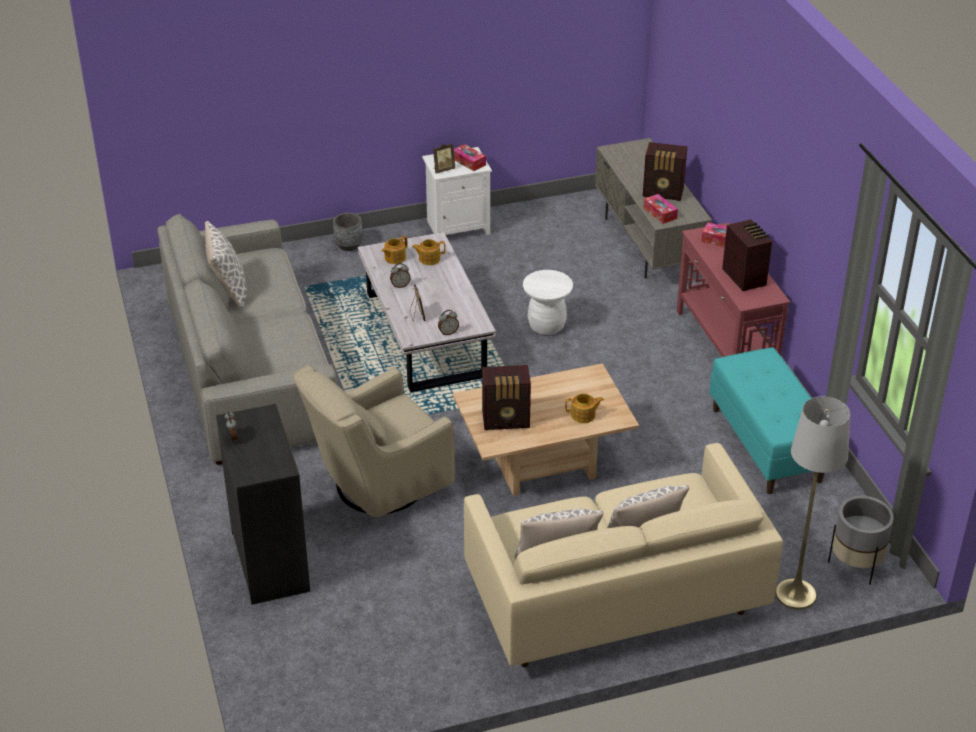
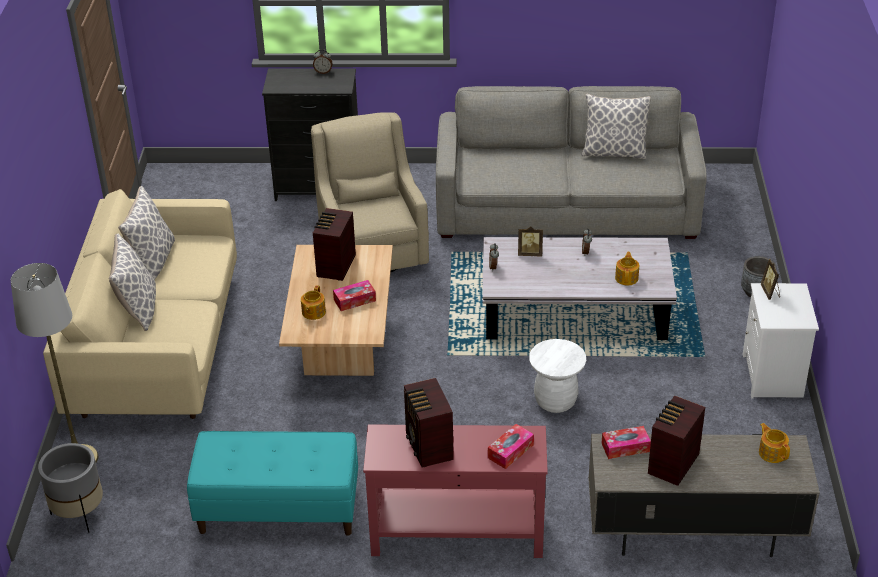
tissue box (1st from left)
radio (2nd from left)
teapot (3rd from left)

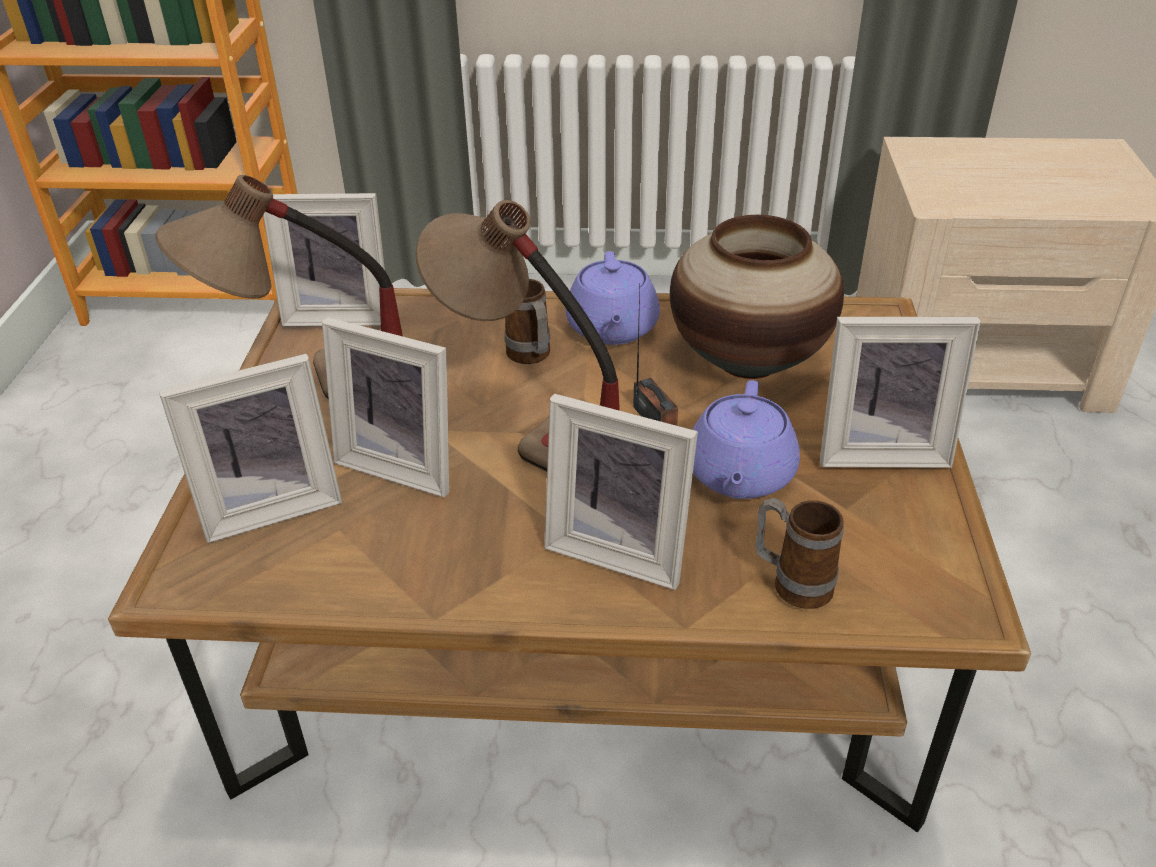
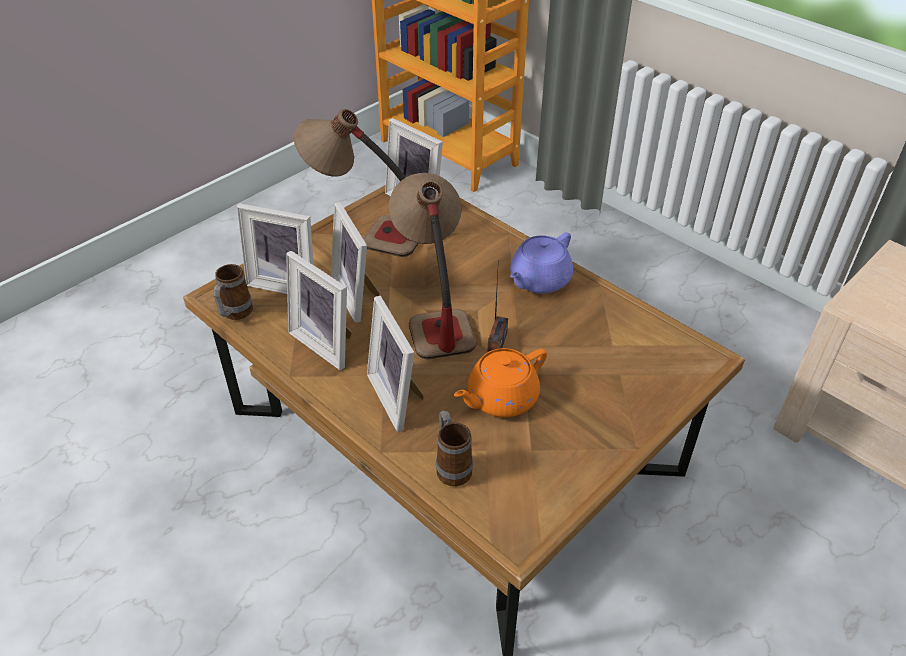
mug (1st from left)
picture frame (2nd from left)
orange teapot
vase

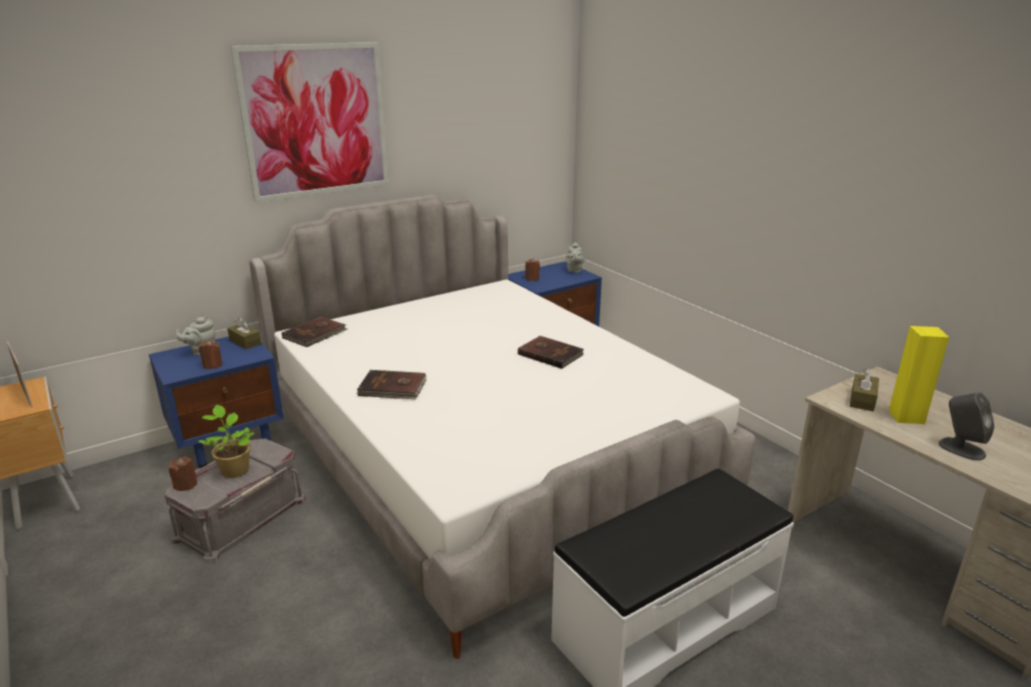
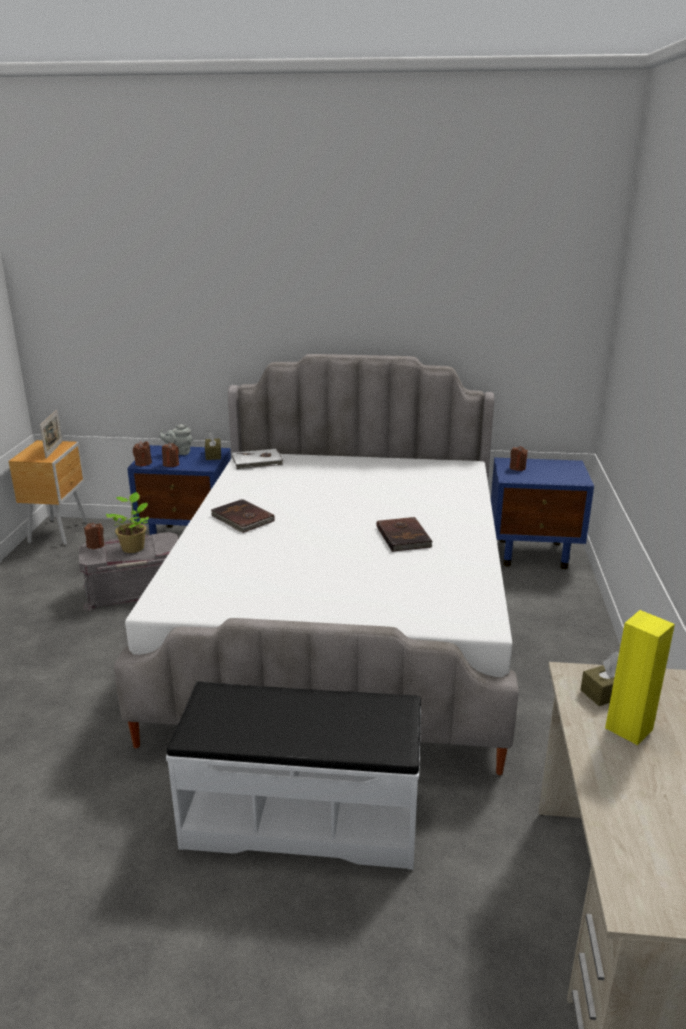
brown candle (2nd from left)
white book
picture
grey teapot (2nd from left in the first image)
grey speaker

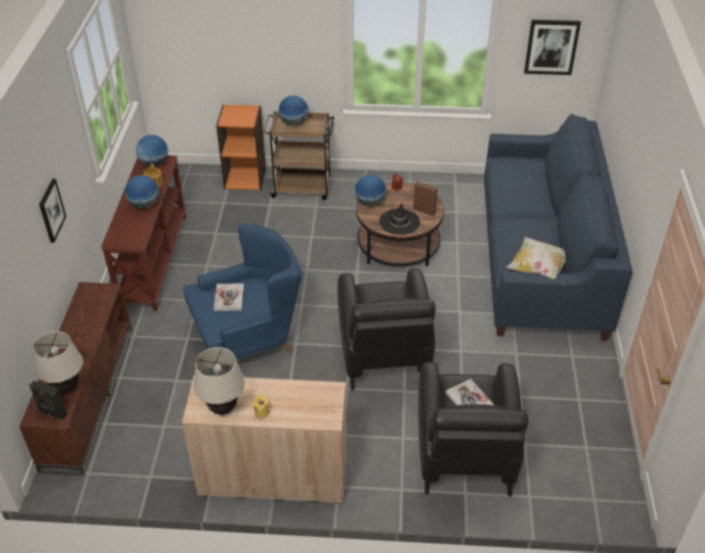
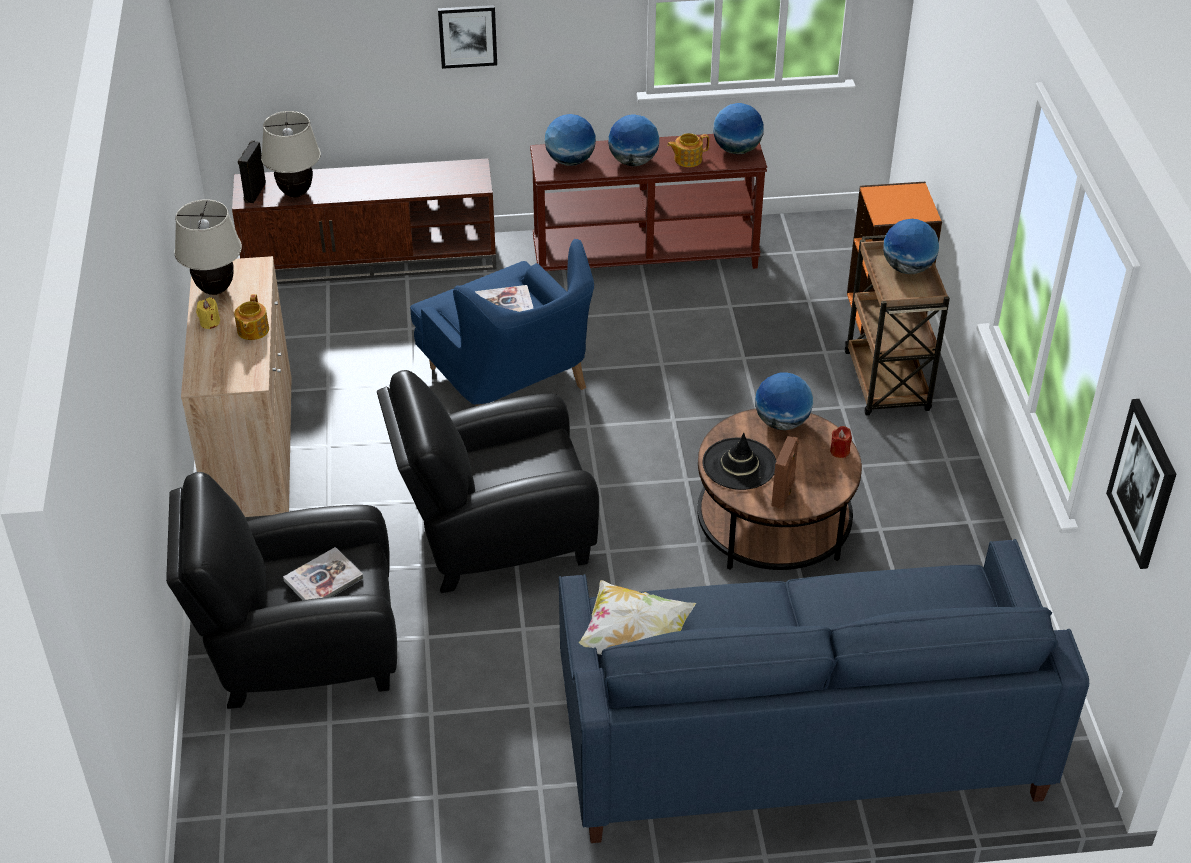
teapot (1st from left)
globe (1st from left)

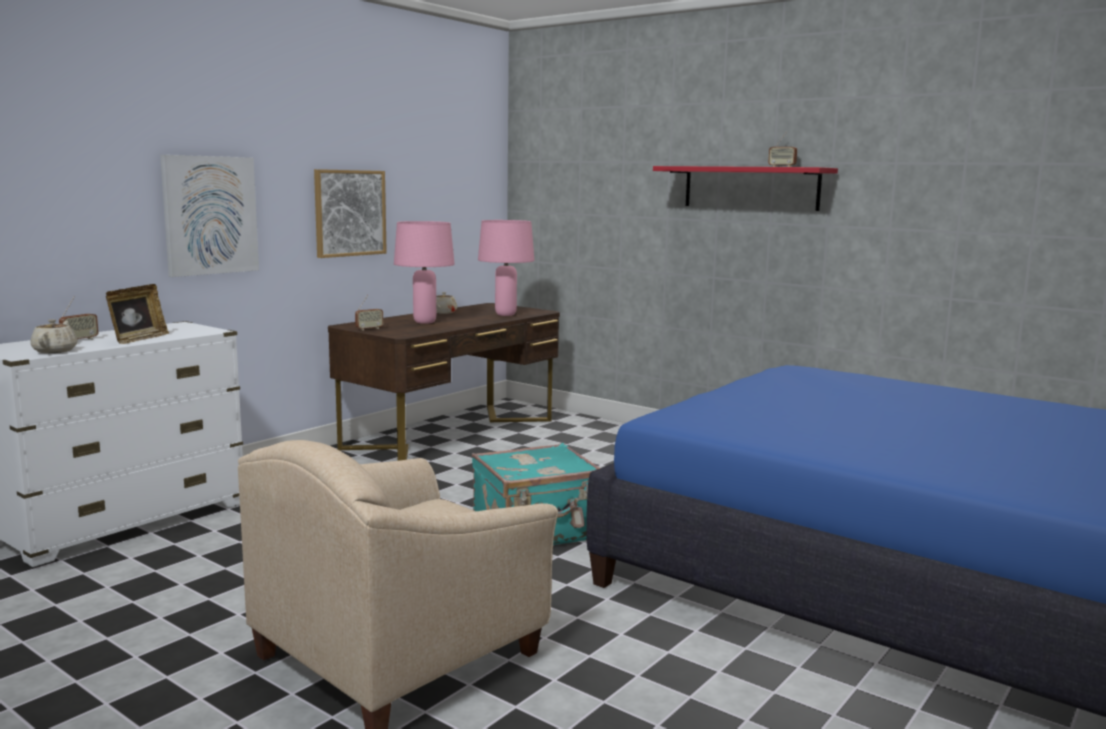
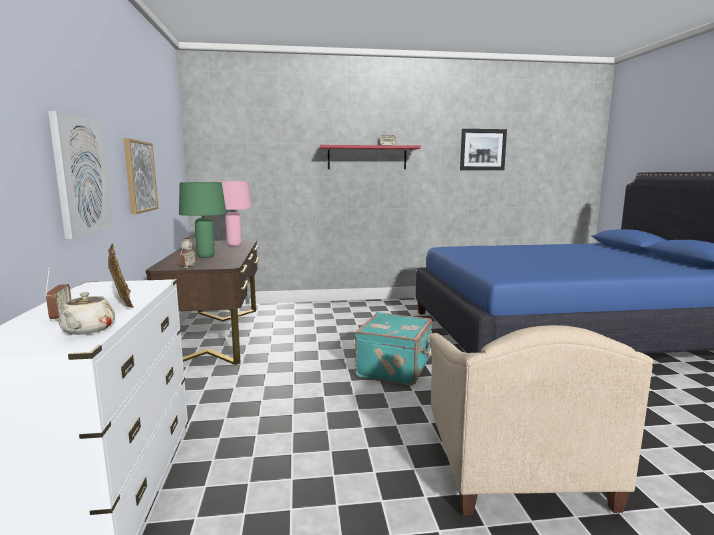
beige teapot (1st from left)
green table lamp
picture (3rd from left)

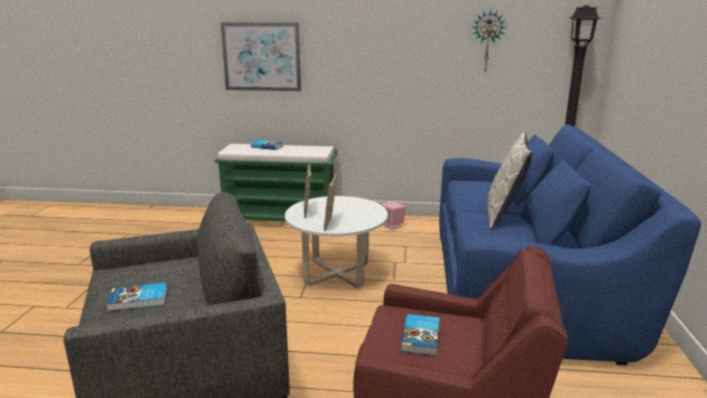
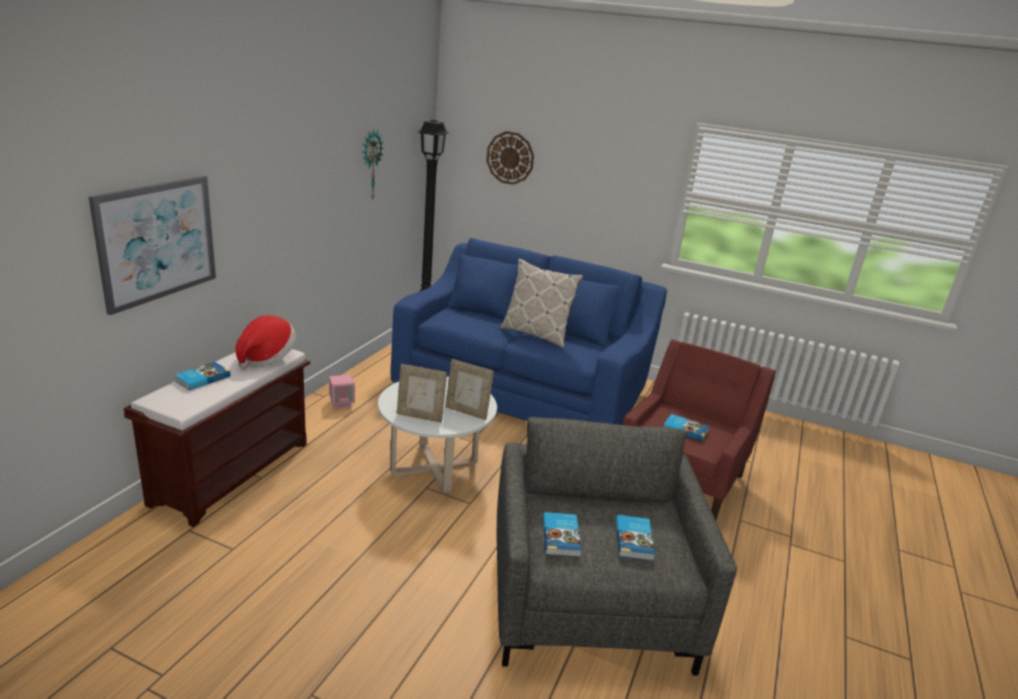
brown bench
hat
wall clock (2nd from left)
book (2nd from left)

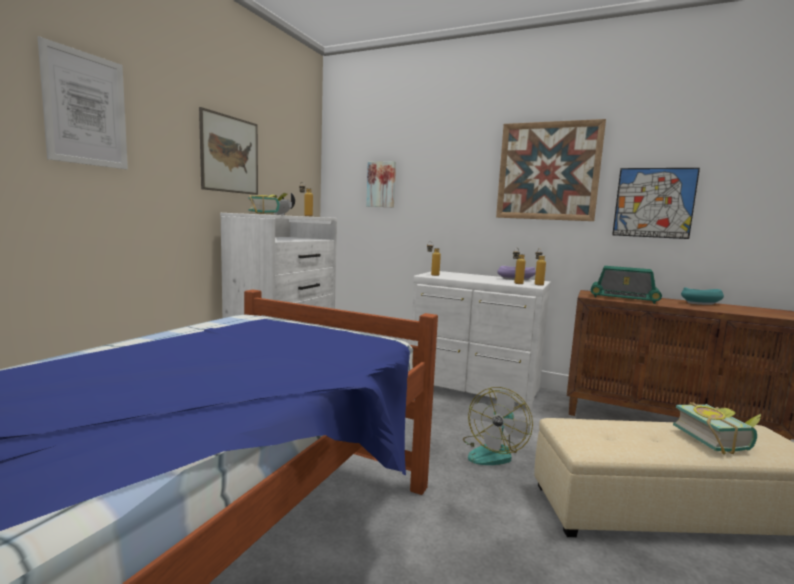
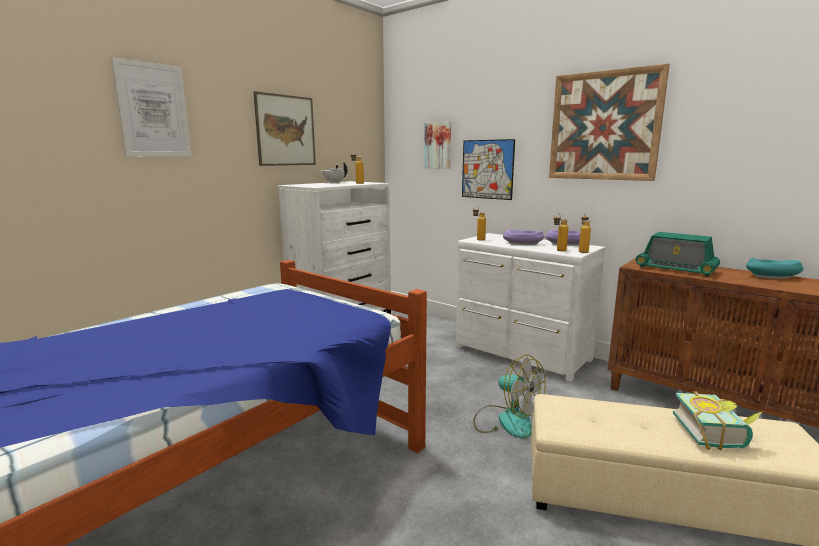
picture (4th from left)
fan
purple bowl (1st from left)
book (1st from left in the first image)

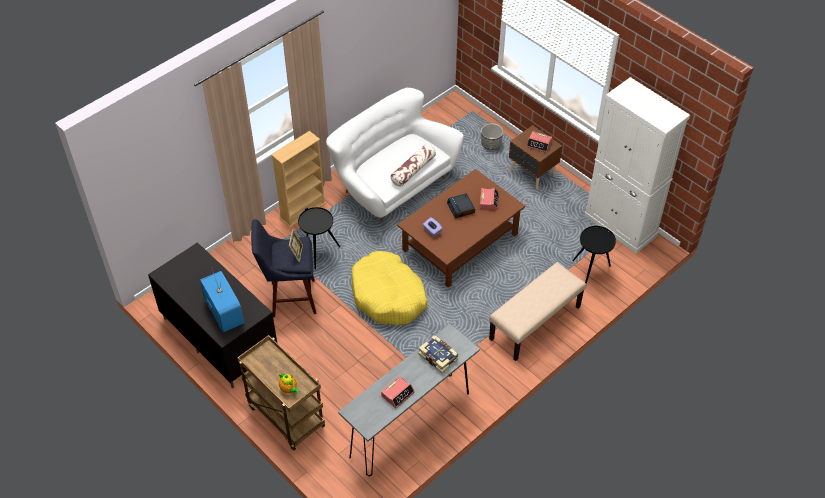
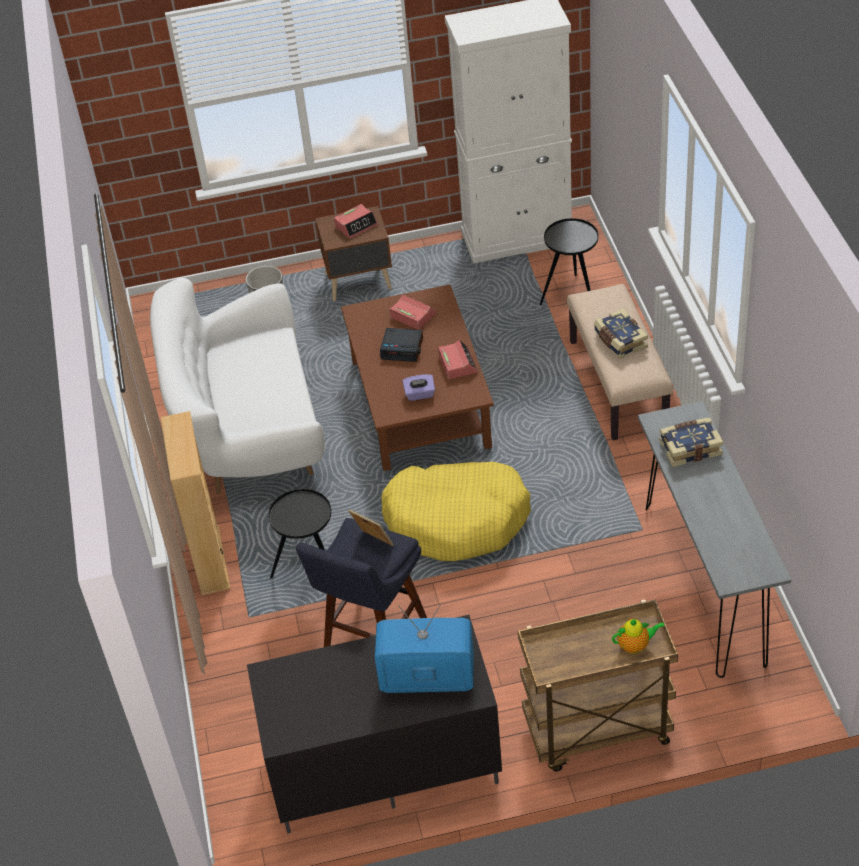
alarm clock (4th from left)
book (1st from left)
pillow

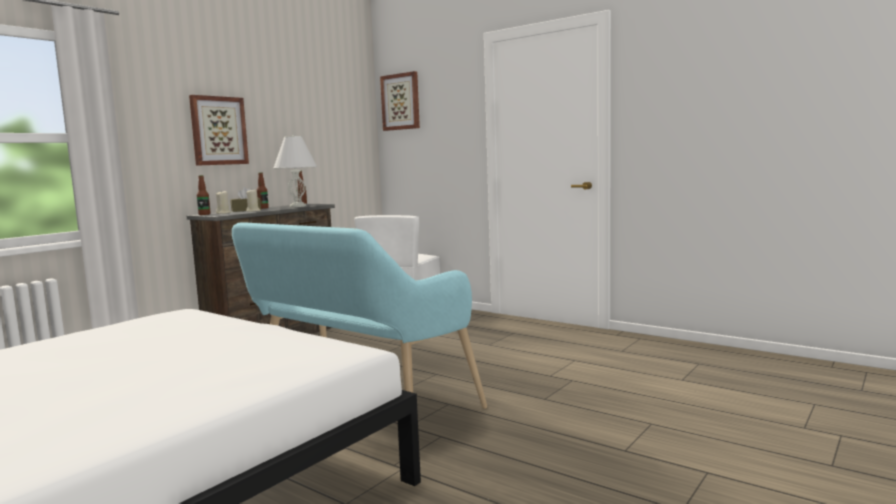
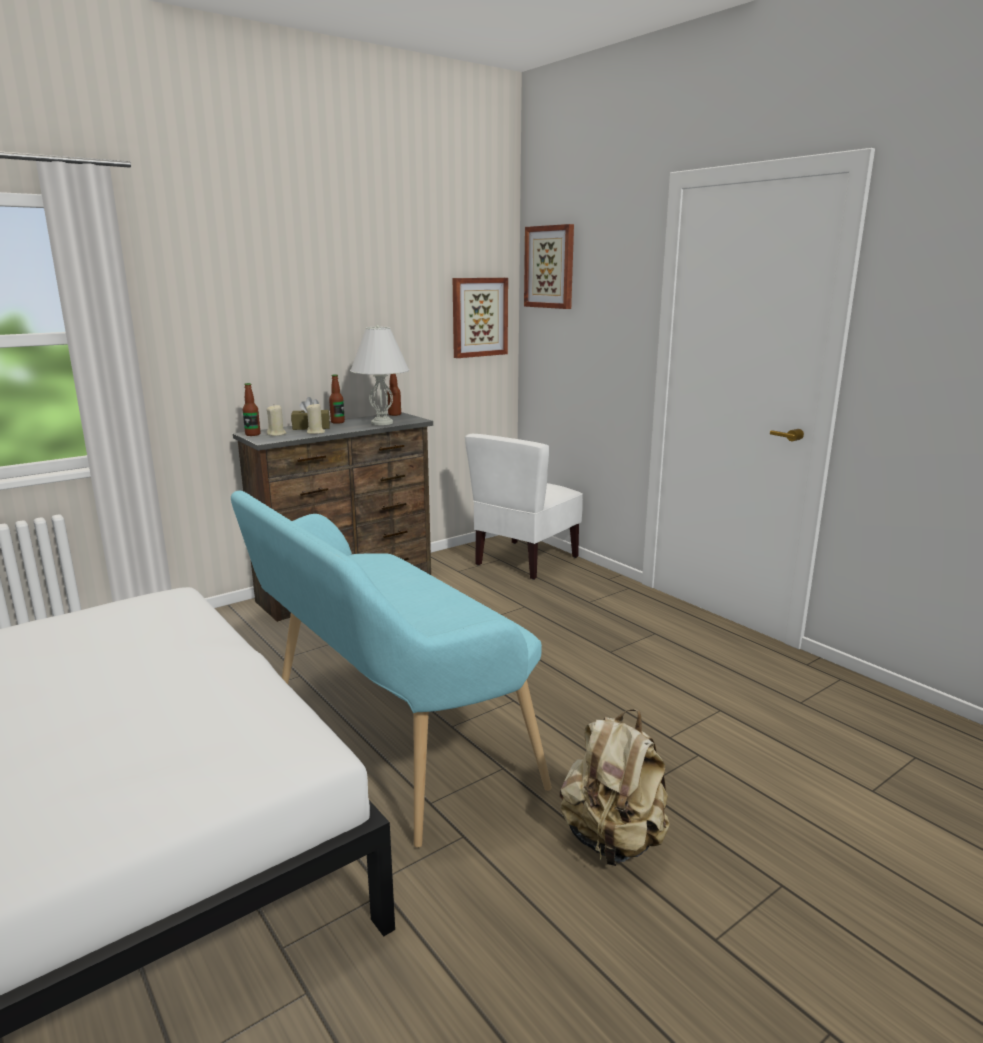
picture (1st from left)
beige backpack

